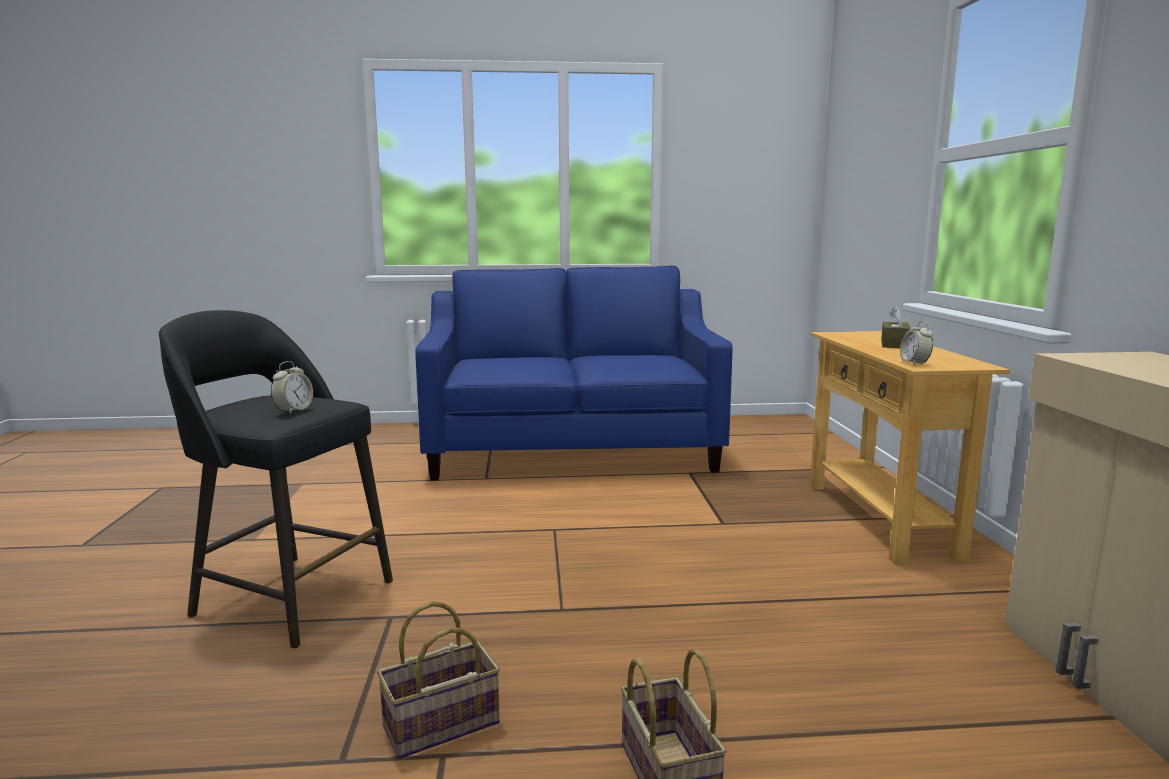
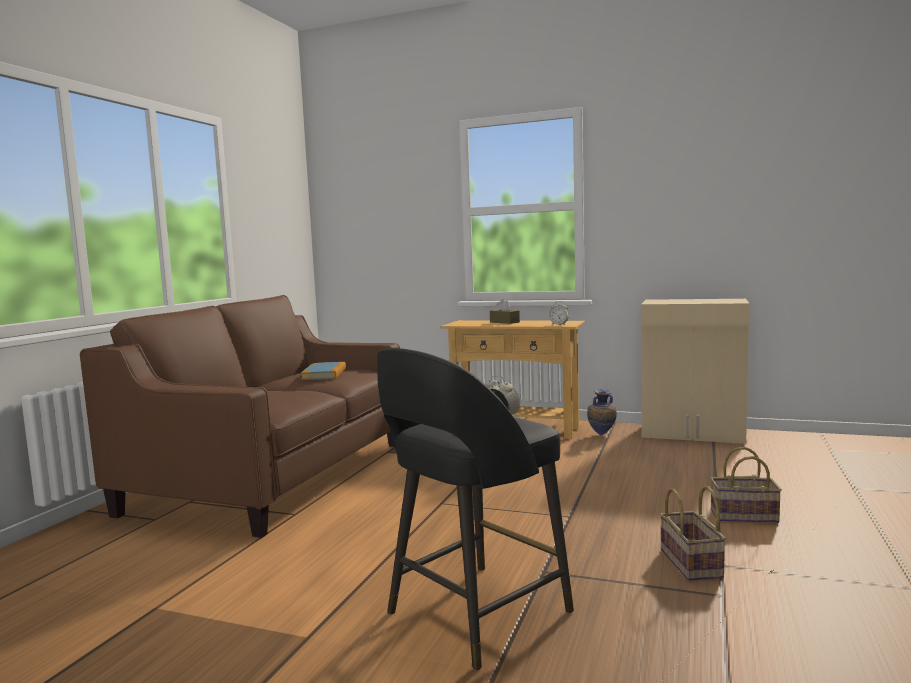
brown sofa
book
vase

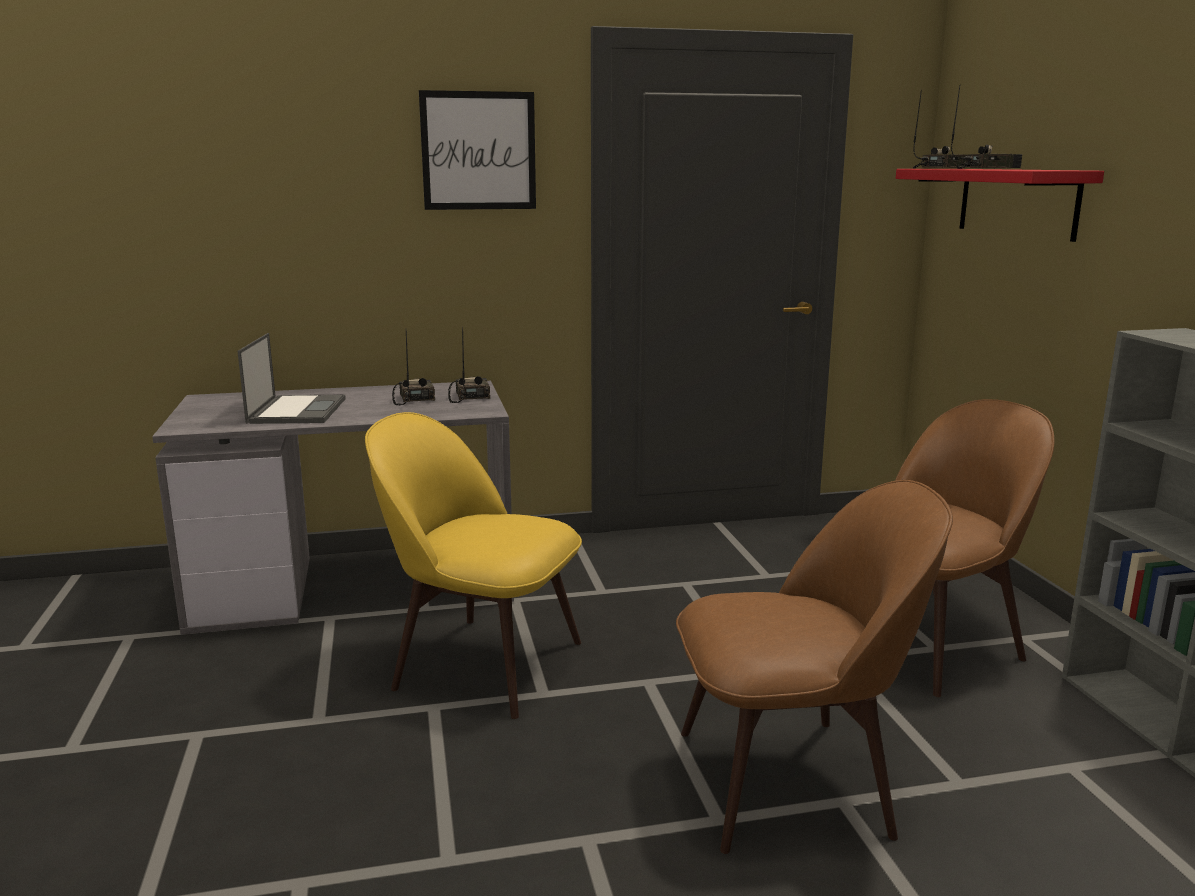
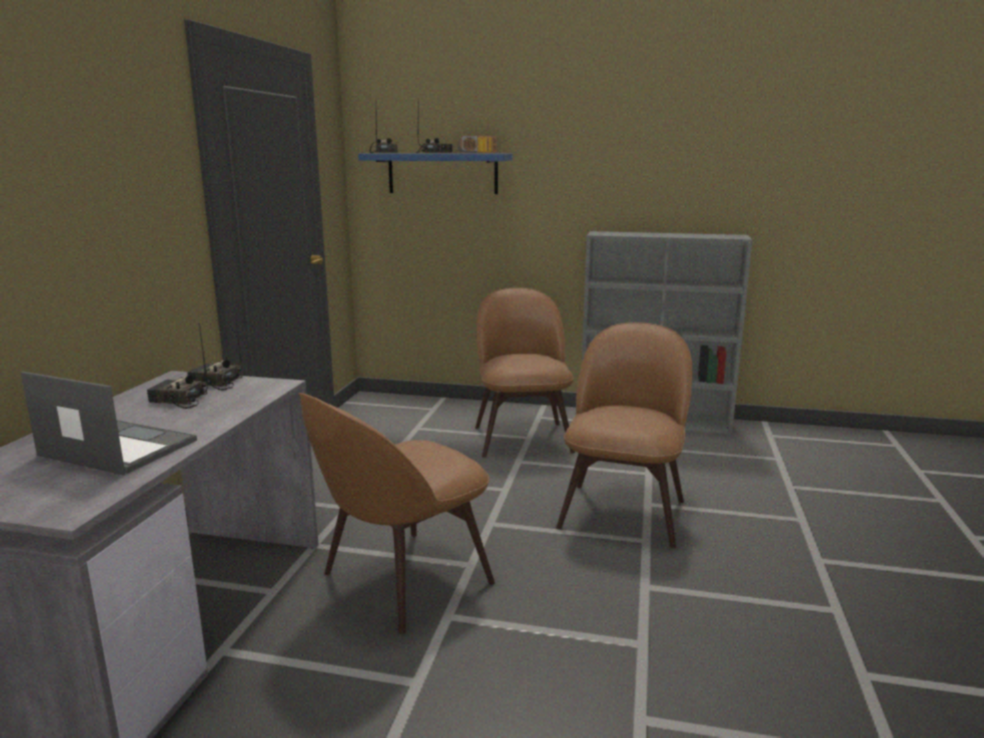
brown chair (1st from left)
blue shelf
radio (5th from left)
picture

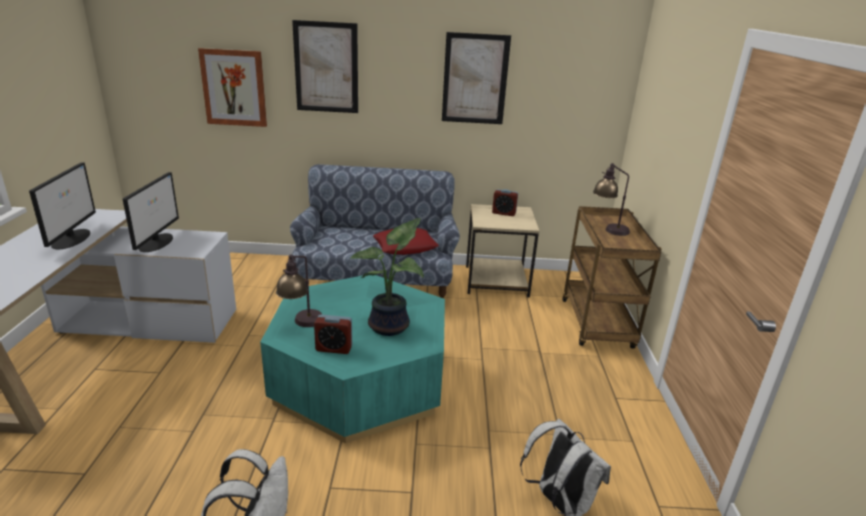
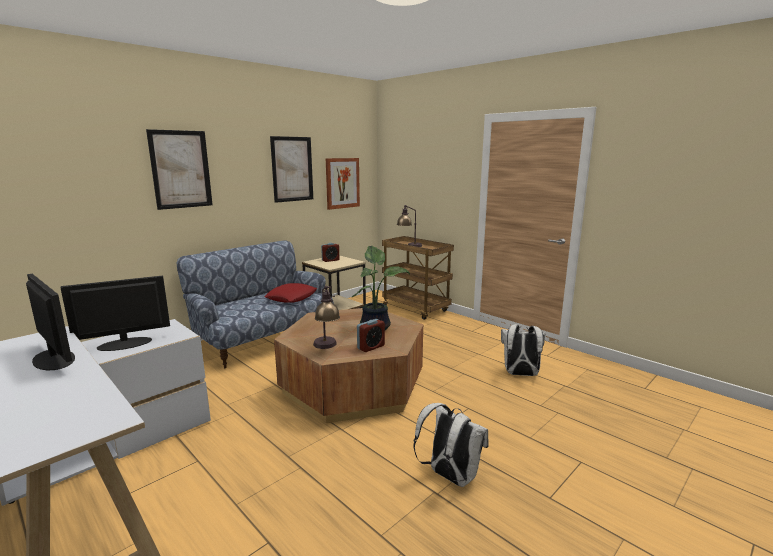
monitor (2nd from left)
brown coffee table
picture (3rd from left)

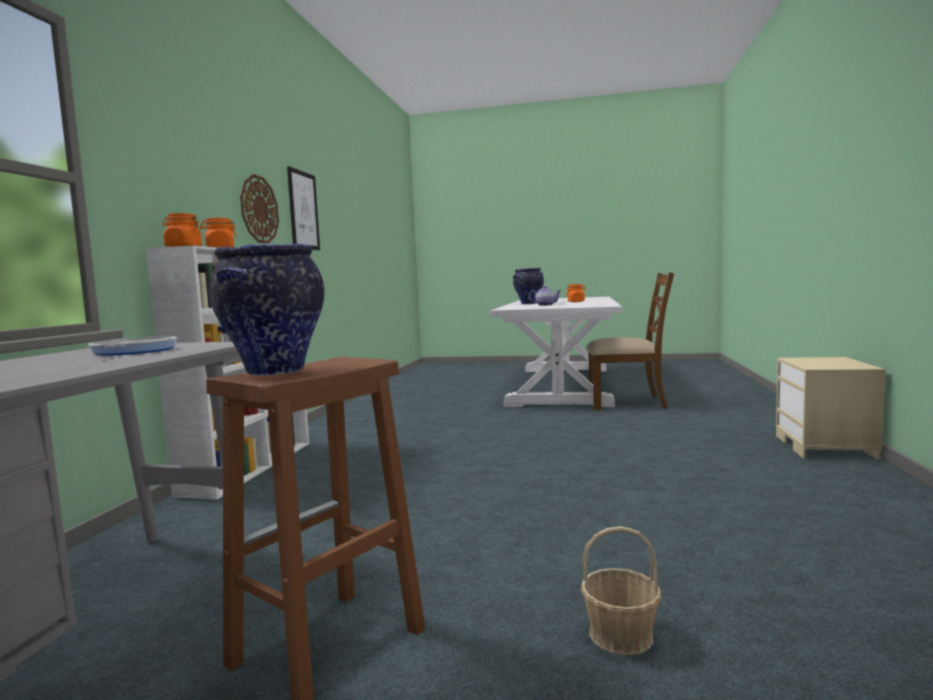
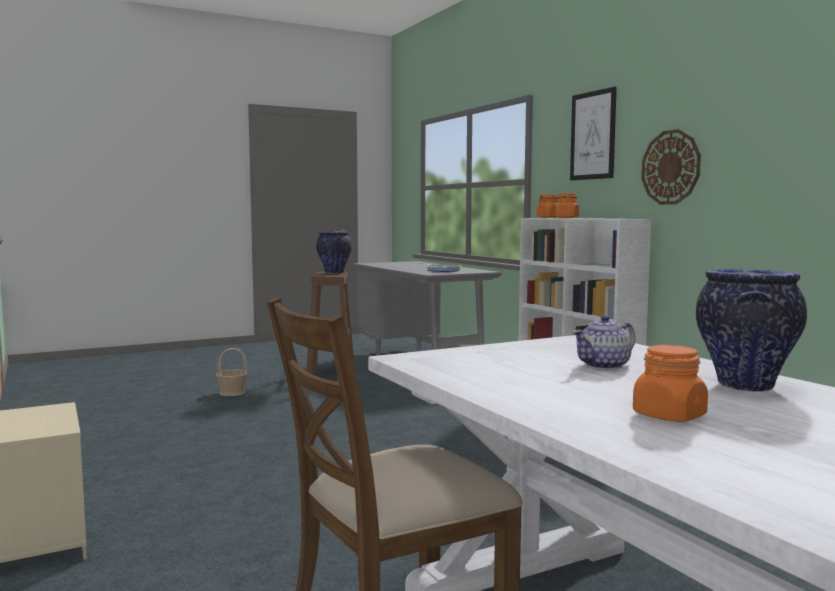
picture

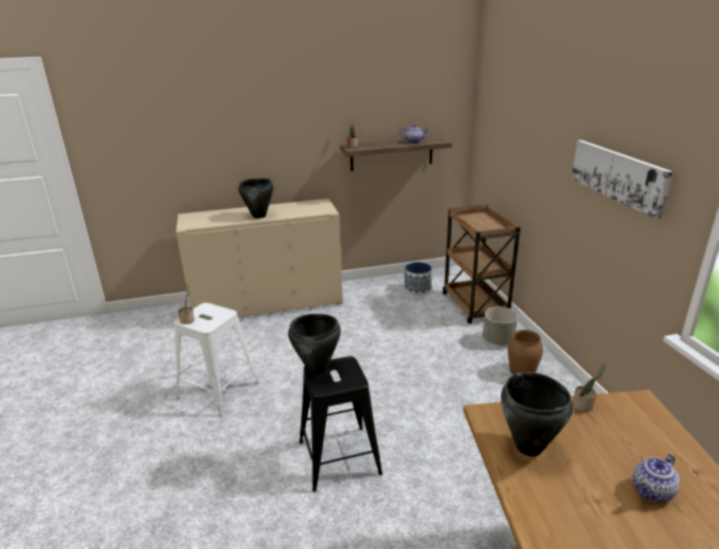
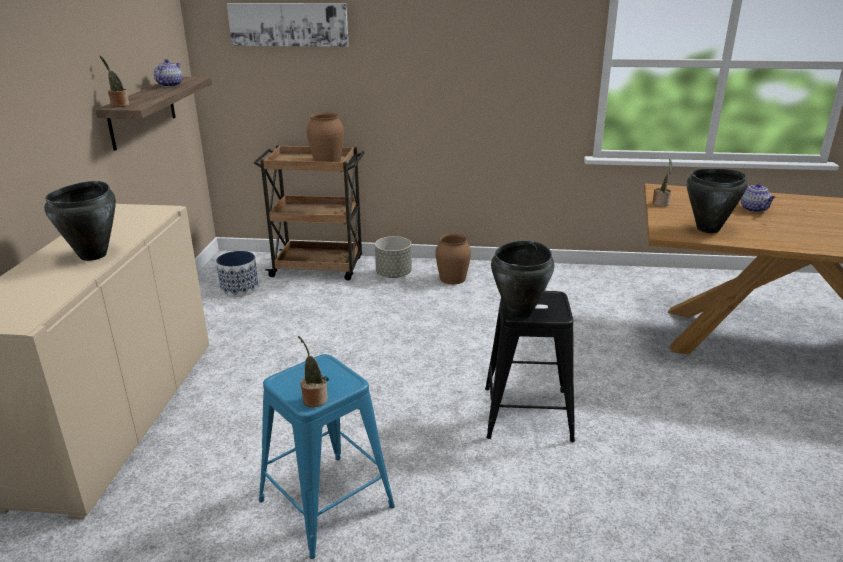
picture
blue stool
brown vase (1st from left)

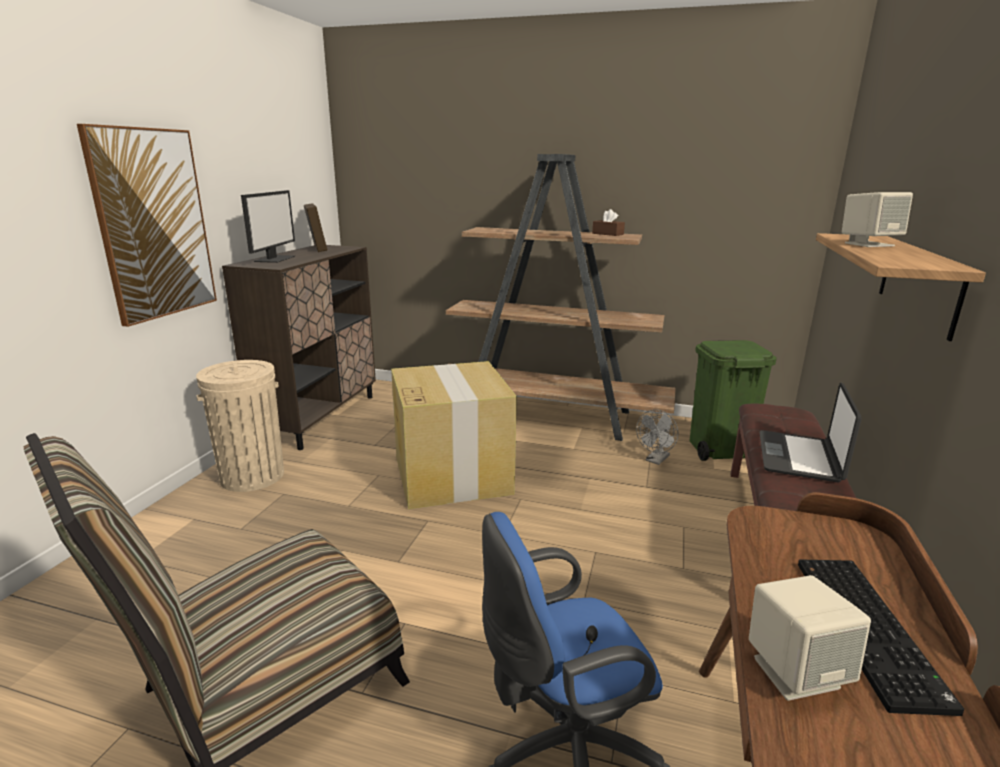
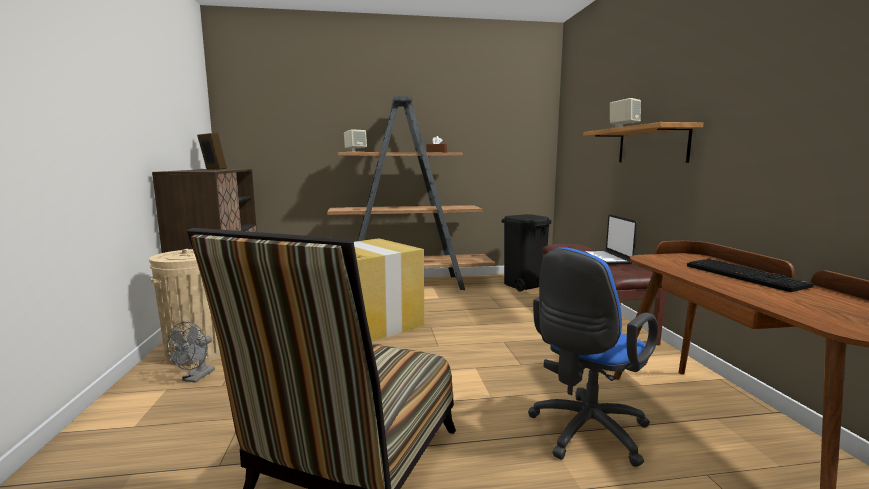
grey fan
beige speaker (1st from left)
black trash can
picture
monitor

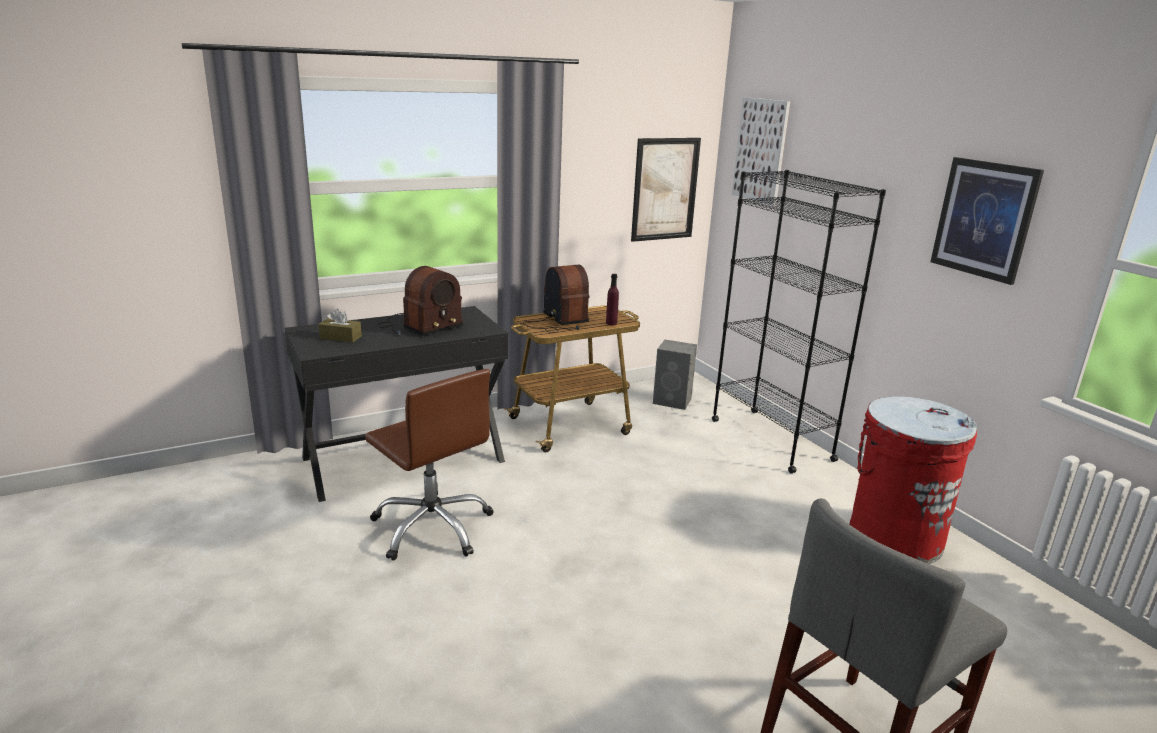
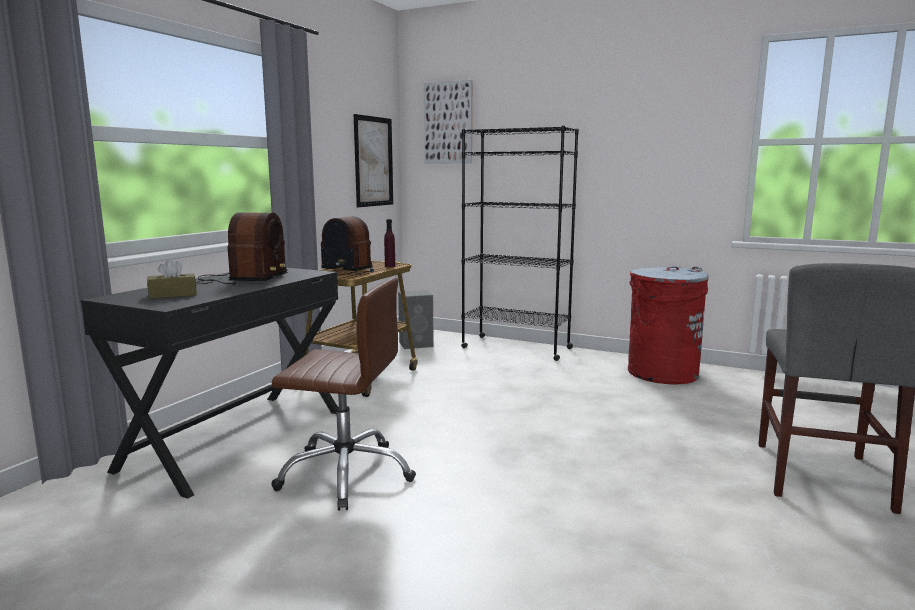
picture (3rd from left in the first image)

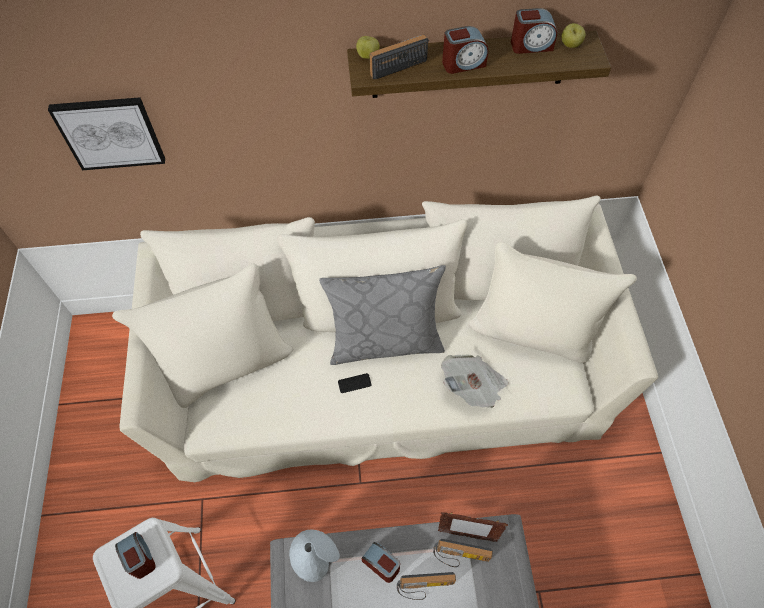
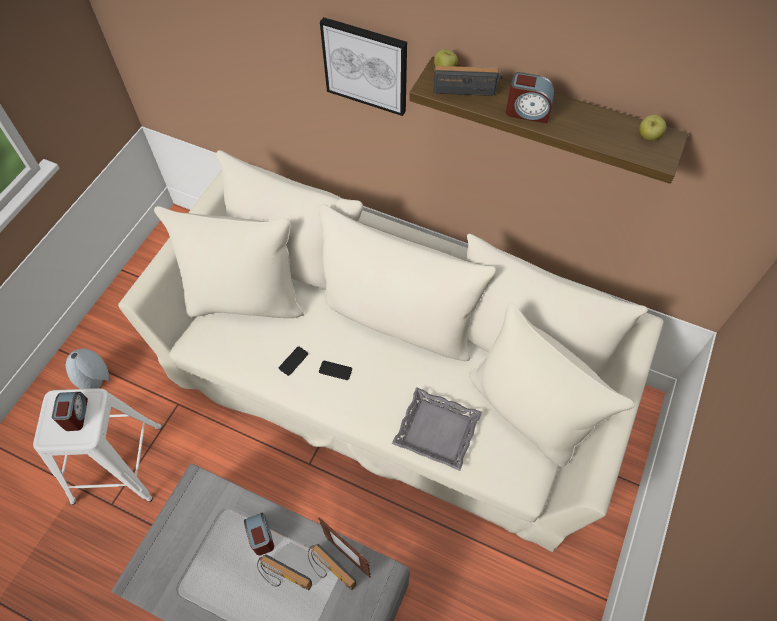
grey vase
phone (1st from left)
picture
grey tray
grey pillow
alarm clock (4th from left in the first image)

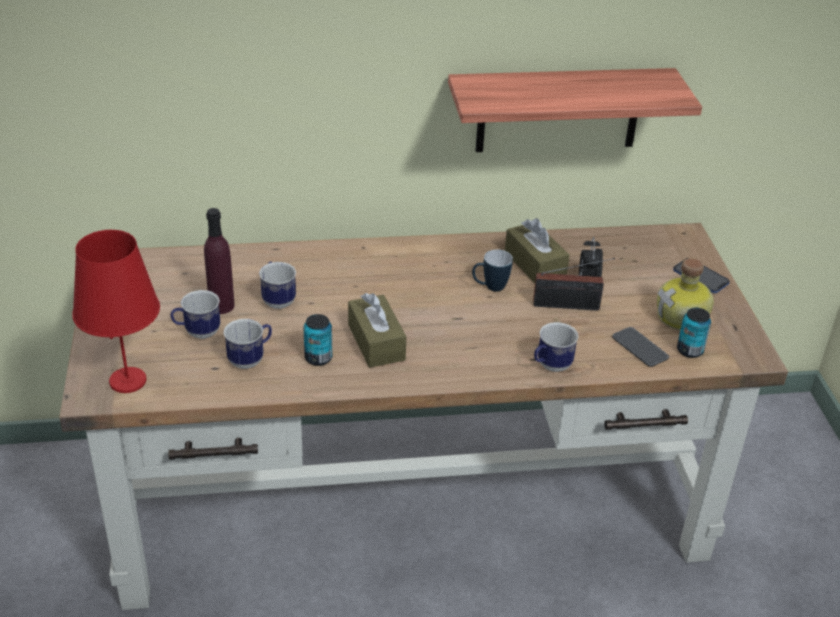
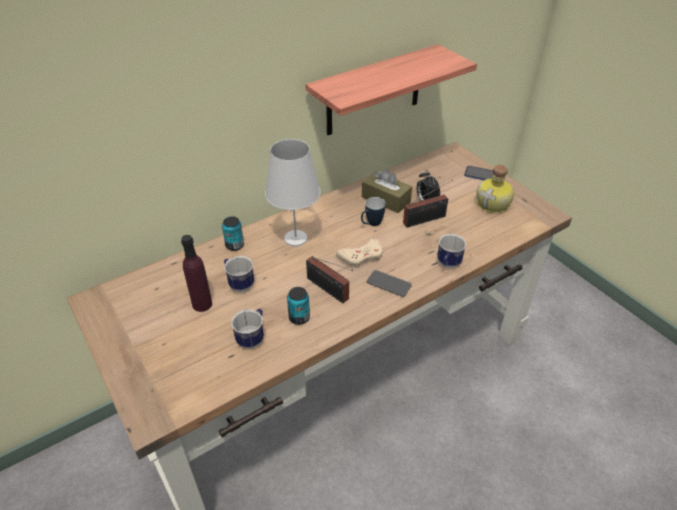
can (1st from left)
white table lamp
radio (1st from left)
beige game controller
phone (1st from left)
red table lamp
mug (1st from left in the first image)

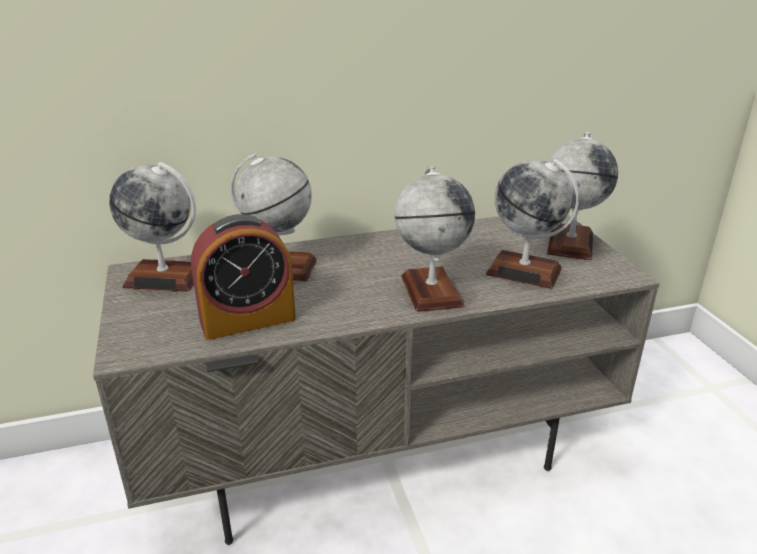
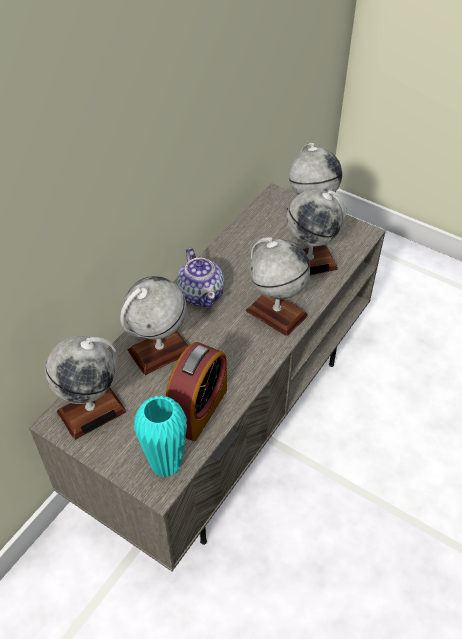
turquoise vase
teapot

